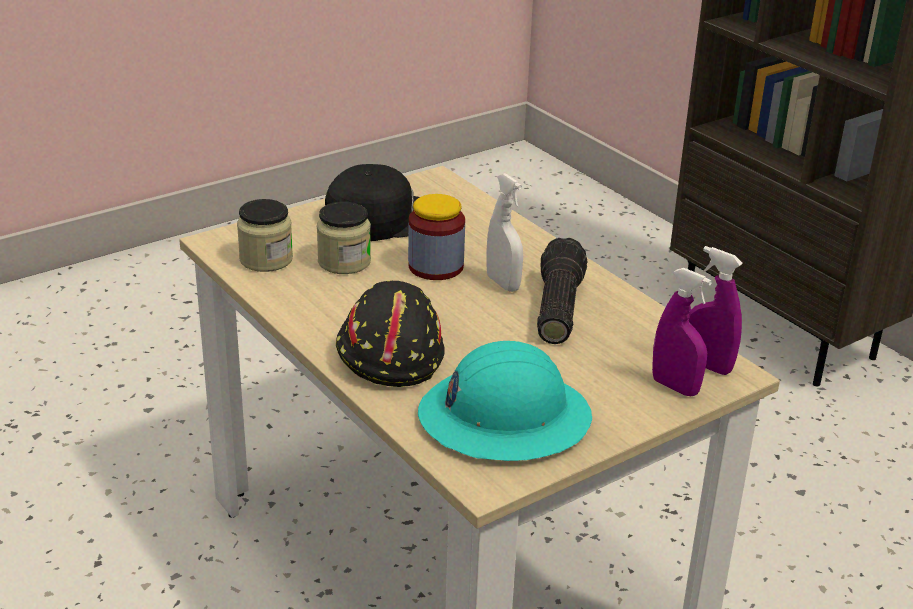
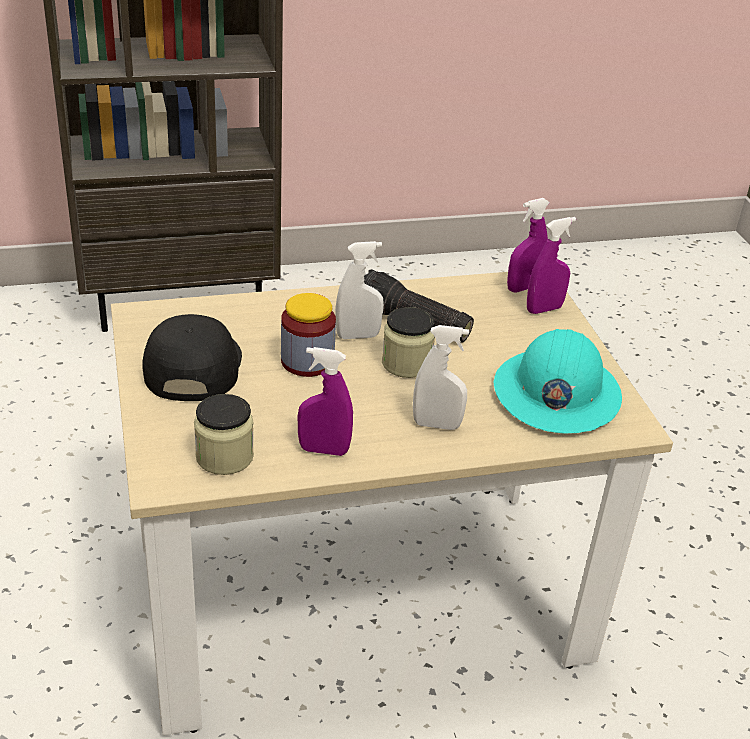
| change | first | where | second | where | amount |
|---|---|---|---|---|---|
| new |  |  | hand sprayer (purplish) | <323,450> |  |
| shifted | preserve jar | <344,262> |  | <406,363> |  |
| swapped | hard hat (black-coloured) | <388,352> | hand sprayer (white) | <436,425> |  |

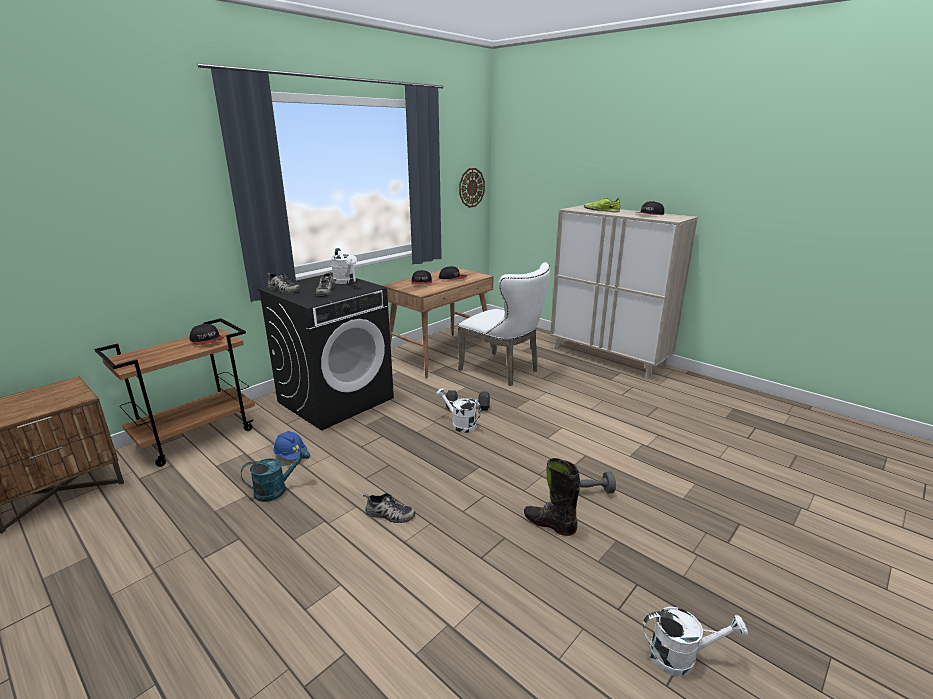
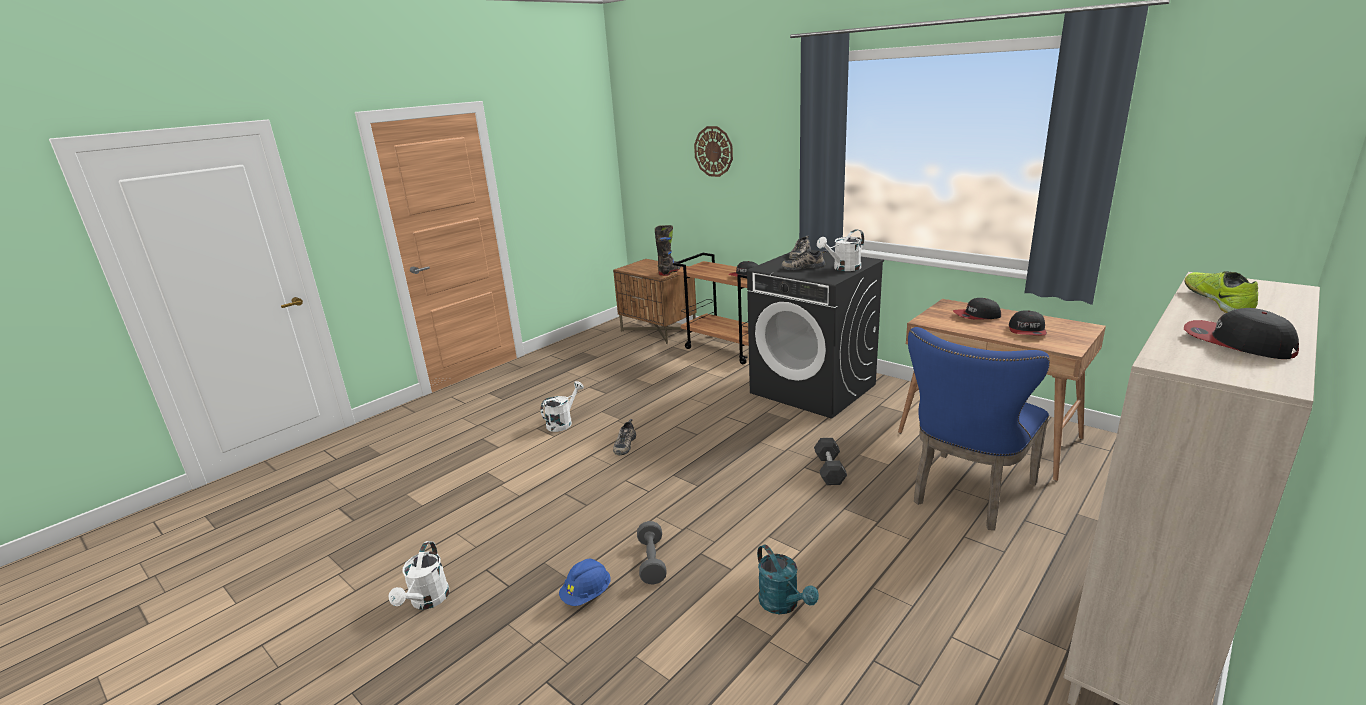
| change | first | where | second | where | amount |
|---|---|---|---|---|---|
| shifted | watering pot (blue-green) | <276,490> |  | <783,605> |  |
| shifted | hard hat (blue-coloured) | <291,455> |  | <587,595> |  |
| shifted | watering pot (white) | <460,424> |  | <563,422> |  |
| shifted | clock on the wall | <471,187> |  | <713,151> |  |
| shifted | boot (black-coloured) | <549,524> |  | <670,272> |  |
| repainted | plain chair (white) | <504,370> | plain chair (blue-coloured) | <968,495> |  |

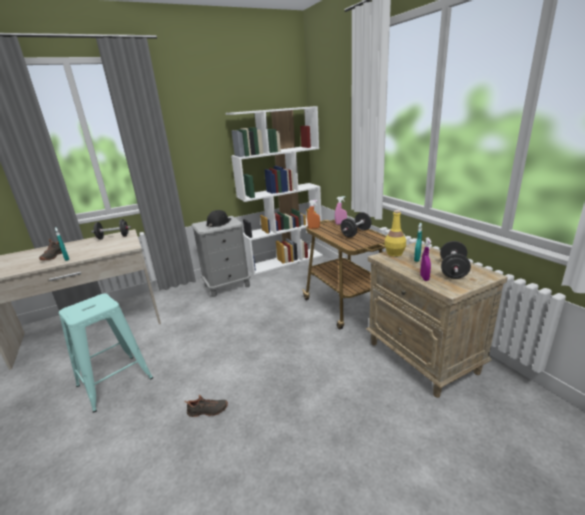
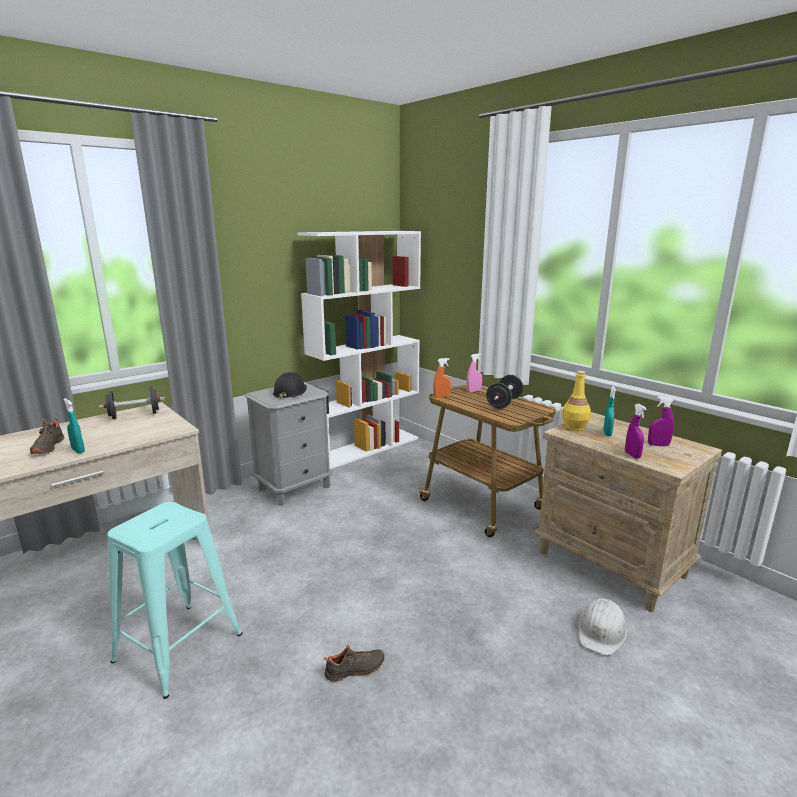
| change | first | where | second | where | amount |
|---|---|---|---|---|---|
| new |  |  | hard hat (white) | <602,631> |  |
| swapped | dumbbell (black-coloured) | <453,270> | hand sprayer (purplish) | <658,445> |  |

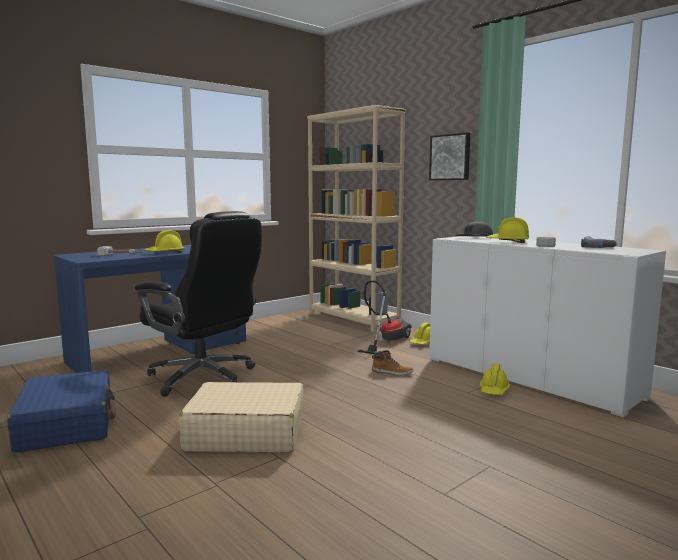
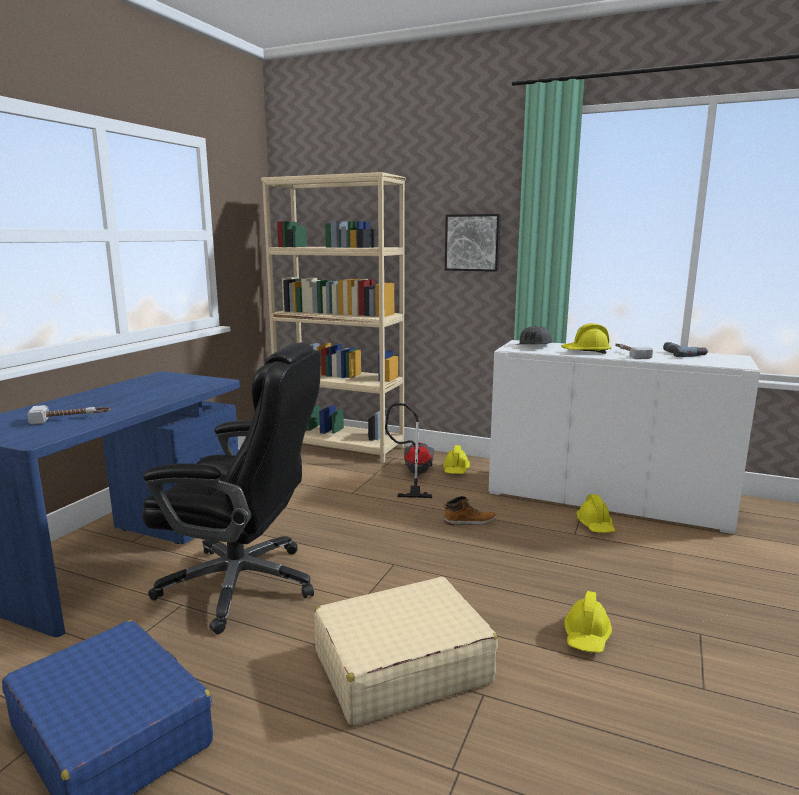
| change | first | where | second | where | amount |
|---|---|---|---|---|---|
| shifted | hard hat (yellow) | <165,253> |  | <586,636> |  |

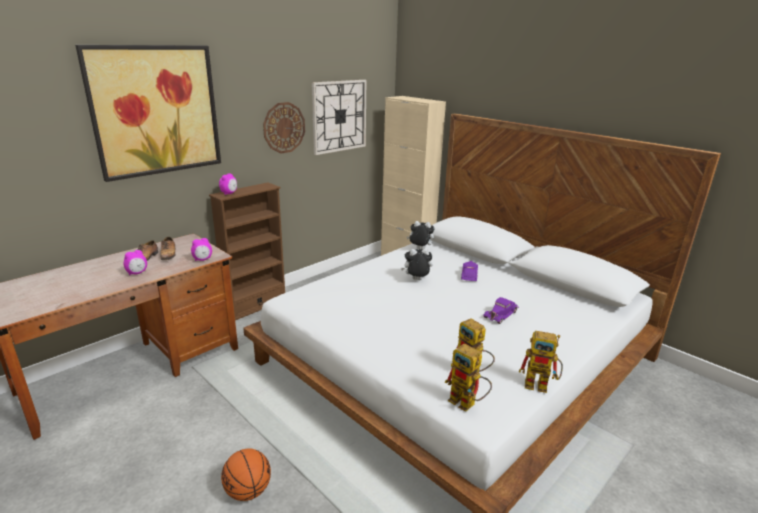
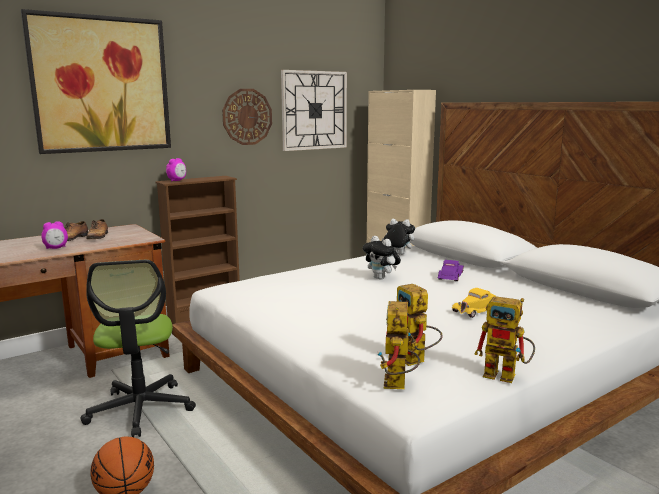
| change | first | where | second | where | amount |
|---|---|---|---|---|---|
| gone | table clock | <202,259> |  |  |  |
| new |  |  | office chair | <140,409> |  |
| repainted | toy car (purplish) | <501,314> | toy car (yellow) | <477,309> |  |
| rotated | soft toy | <416,280> |  | <381,278> | 135 degrees counterclockwise |
| rotated | toy robot | <467,403> |  | <398,386> | 45 degrees clockwise |

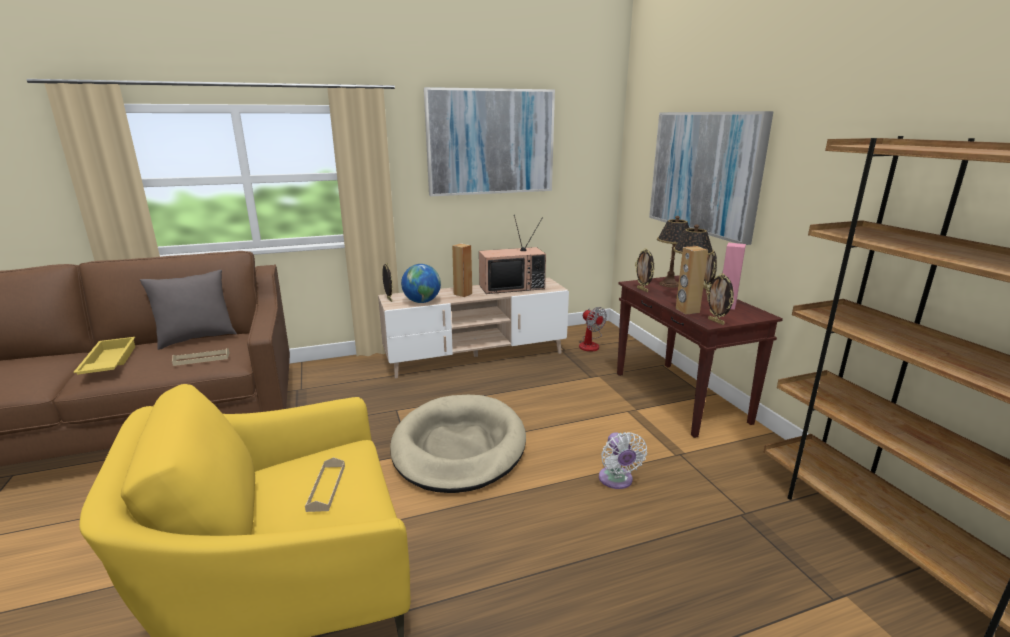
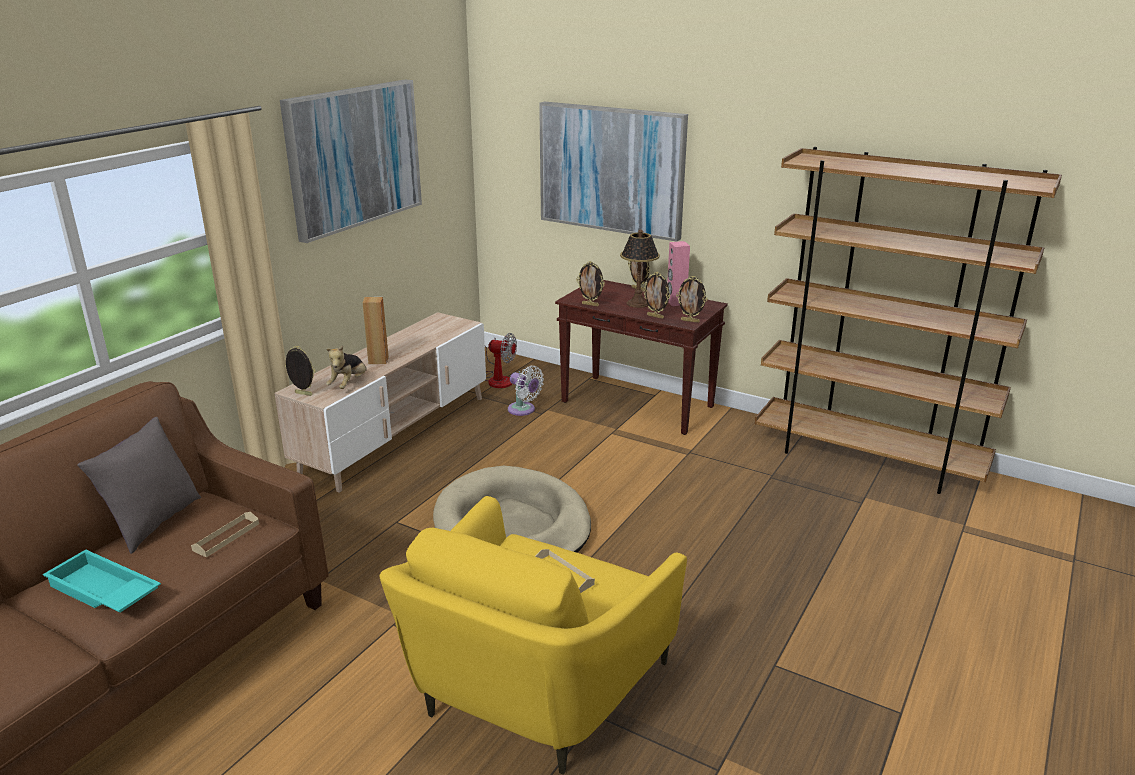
| change | first | where | second | where | amount |
|---|---|---|---|---|---|
| gone | TV | <512,286> |  |  |  |
| gone | lamp for a table | <669,284> |  |  |  |
| shifted | fan (white) | <616,480> |  | <523,410> |  |
| swapped | globe | <422,302> | soft toy | <349,384> |  |
| swapped | speaker (brown) | <687,310> | photo frame | <655,316> |  |
| repainted | serving tray (yellow) | <108,362> | serving tray (blue-green) | <102,592> |  |

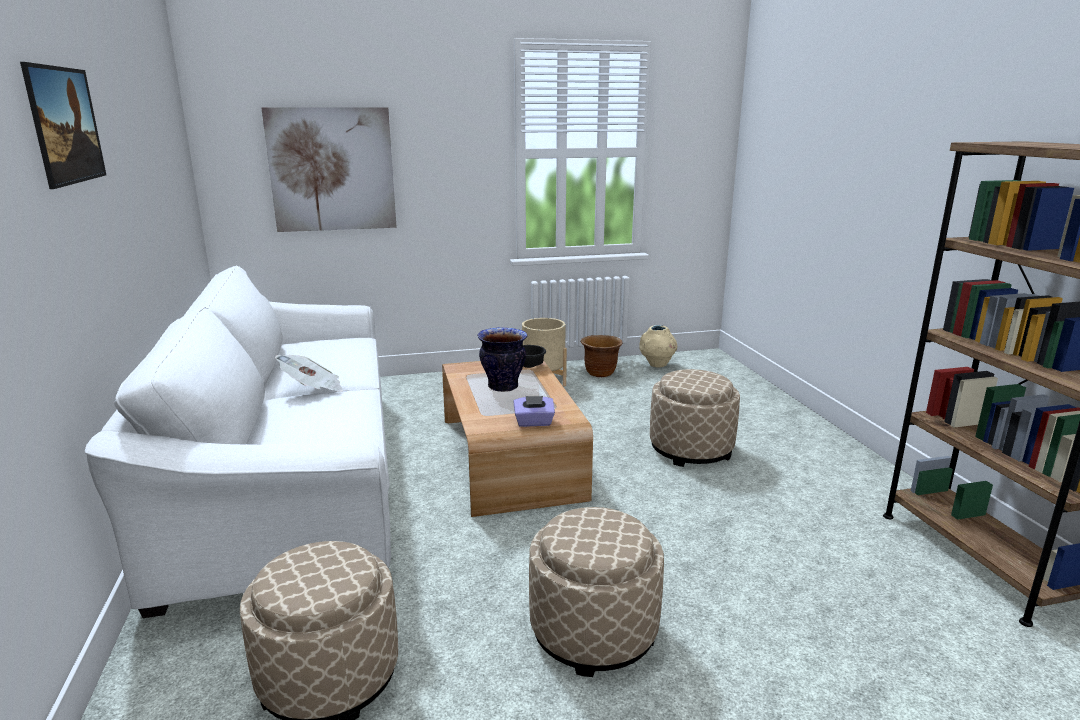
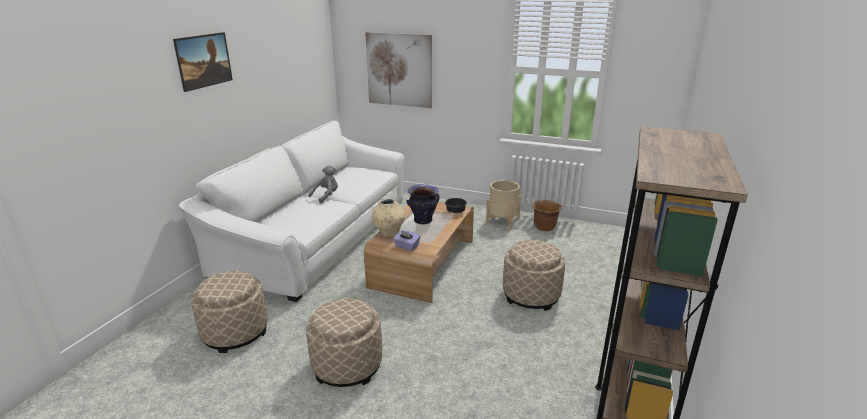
| change | first | where | second | where | amount |
|---|---|---|---|---|---|
| shifted | flower vase (beige-coloured) | <657,365> |  | <389,233> |  |
| swapped | printed paper | <313,389> | soft toy (grey) | <326,196> |  |

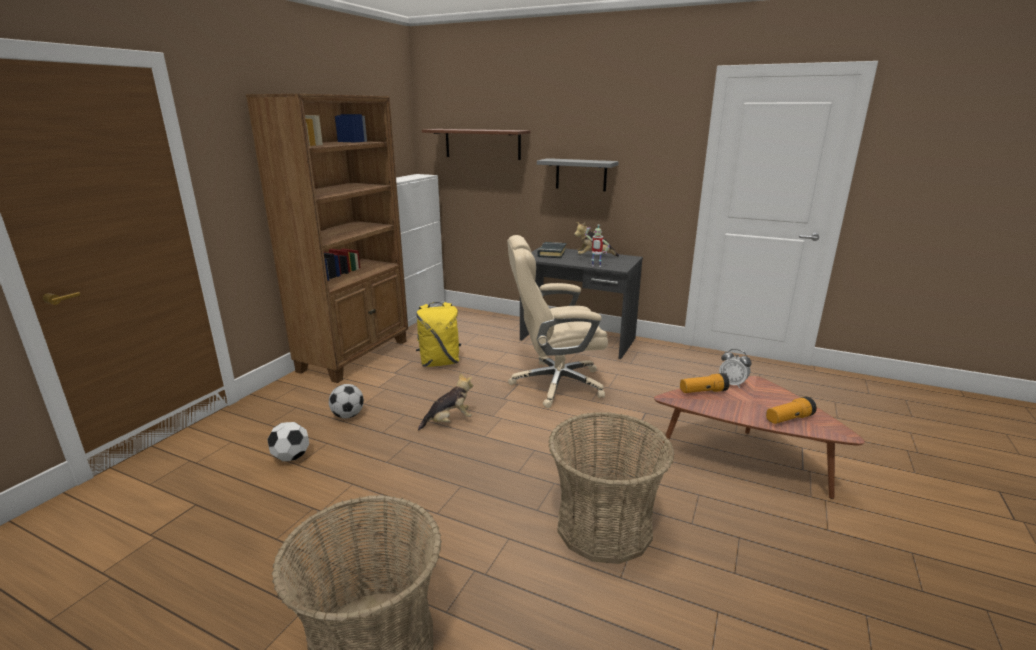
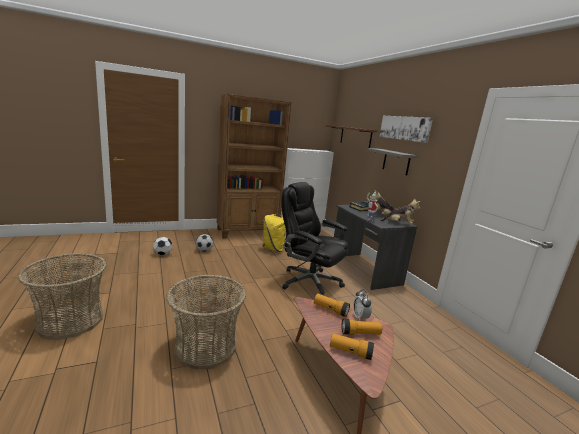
| change | first | where | second | where | amount |
|---|---|---|---|---|---|
| new |  |  | torch | <360,333> |  |
| new |  |  | wall picture | <404,128> |  |
| shifted | soft toy | <449,421> |  | <399,224> |  |
| repainted | office chair (beige-coloured) | <555,384> | office chair (black-coloured) | <309,282> |  |

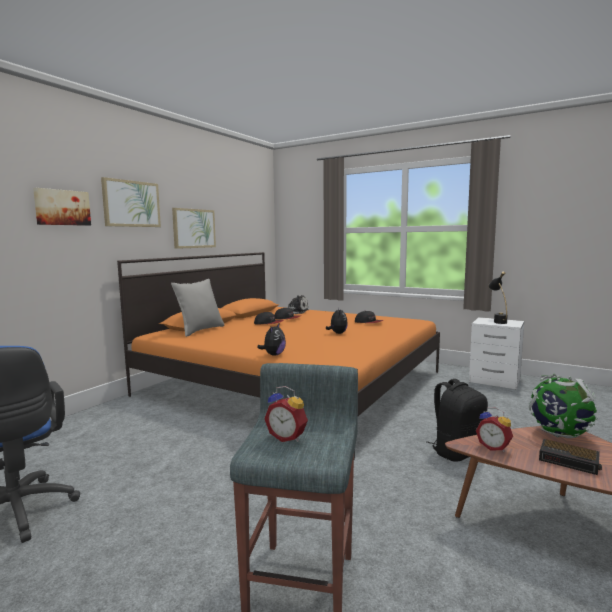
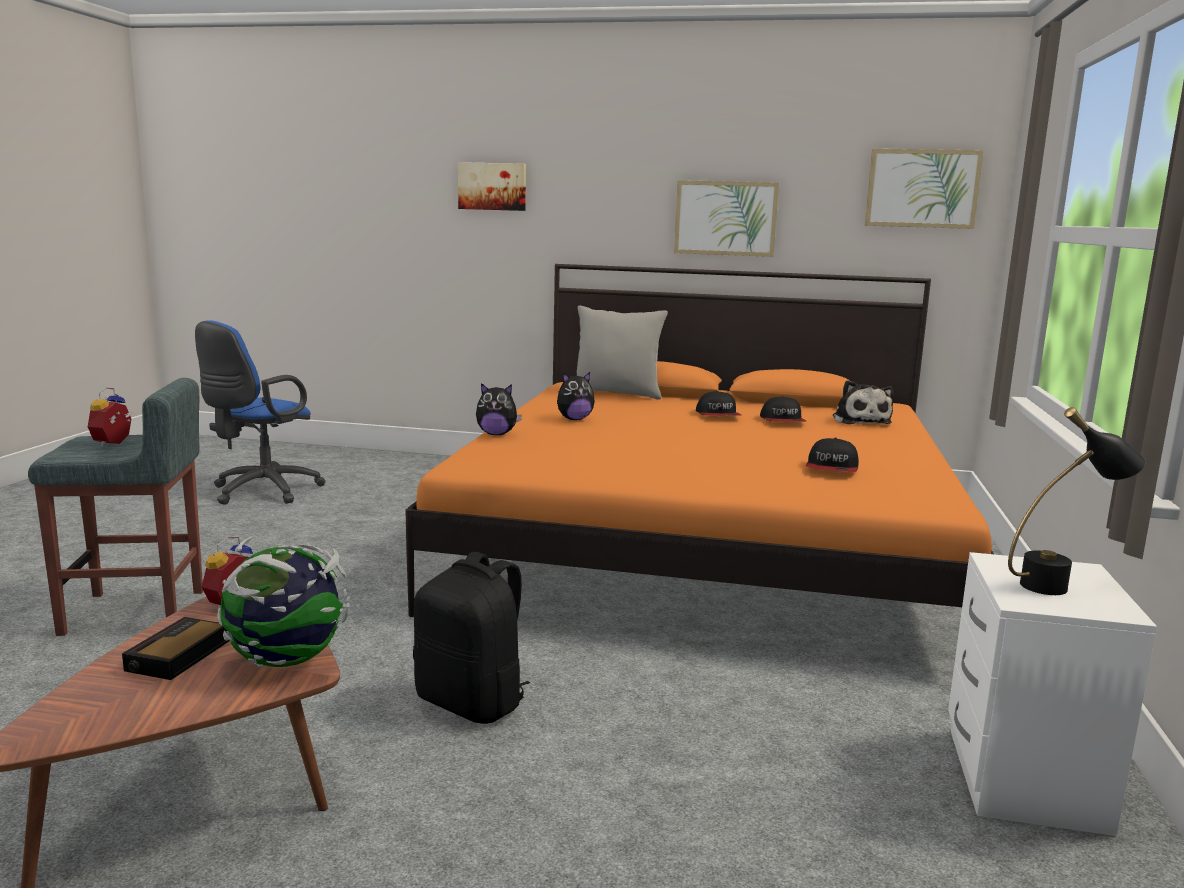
| change | first | where | second | where | amount |
|---|---|---|---|---|---|
| shifted | wall picture | <131,204> |  | <922,188> |  |
| shifted | soft toy | <337,333> |  | <574,419> |  |

